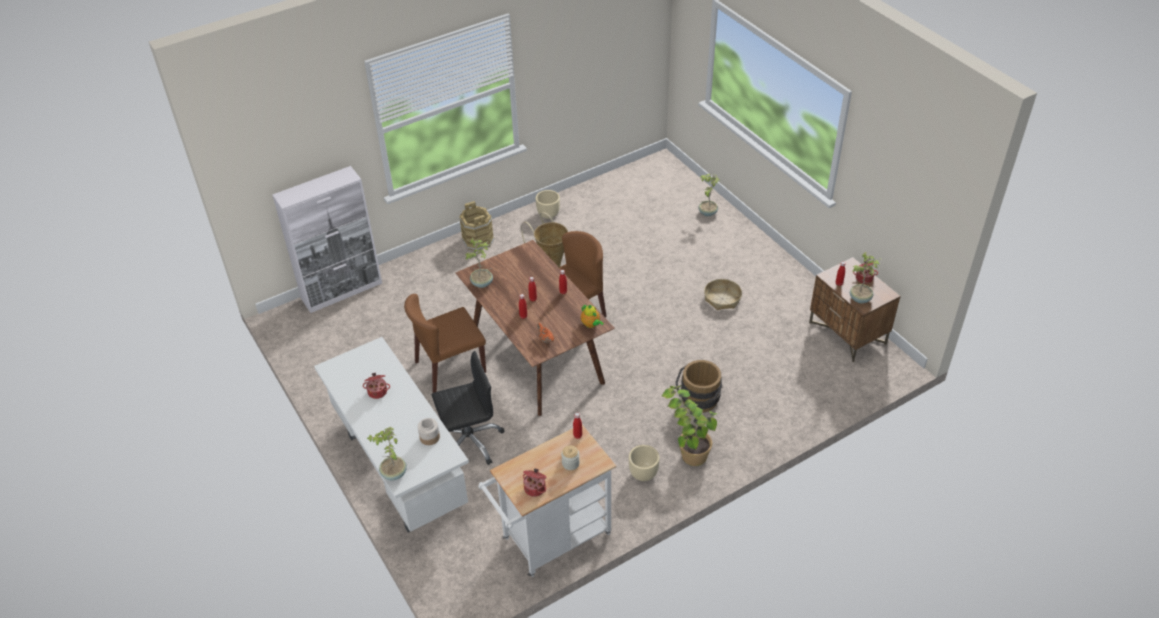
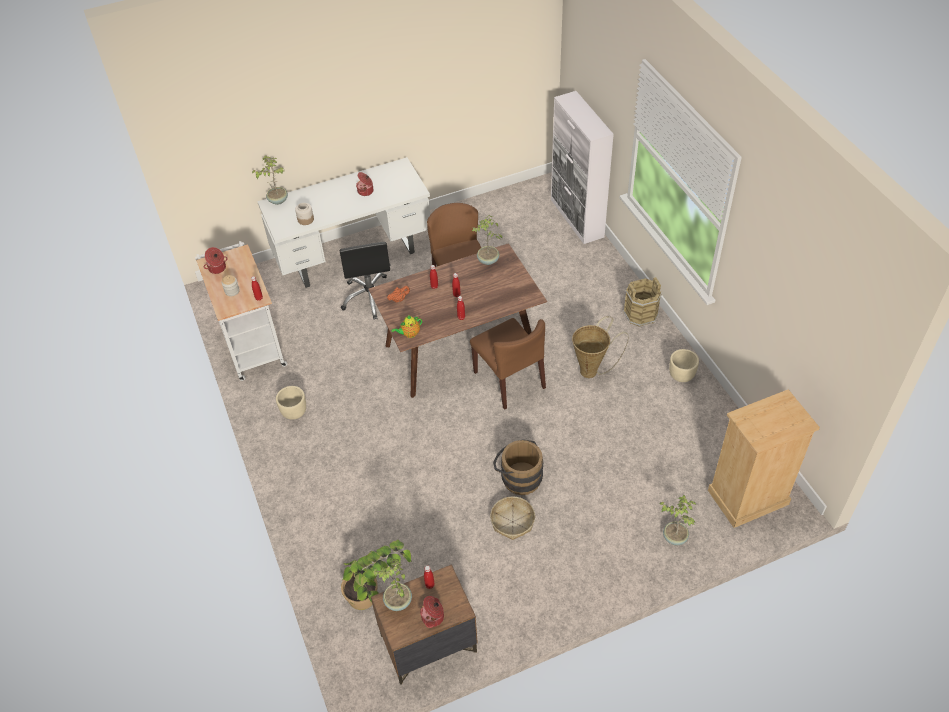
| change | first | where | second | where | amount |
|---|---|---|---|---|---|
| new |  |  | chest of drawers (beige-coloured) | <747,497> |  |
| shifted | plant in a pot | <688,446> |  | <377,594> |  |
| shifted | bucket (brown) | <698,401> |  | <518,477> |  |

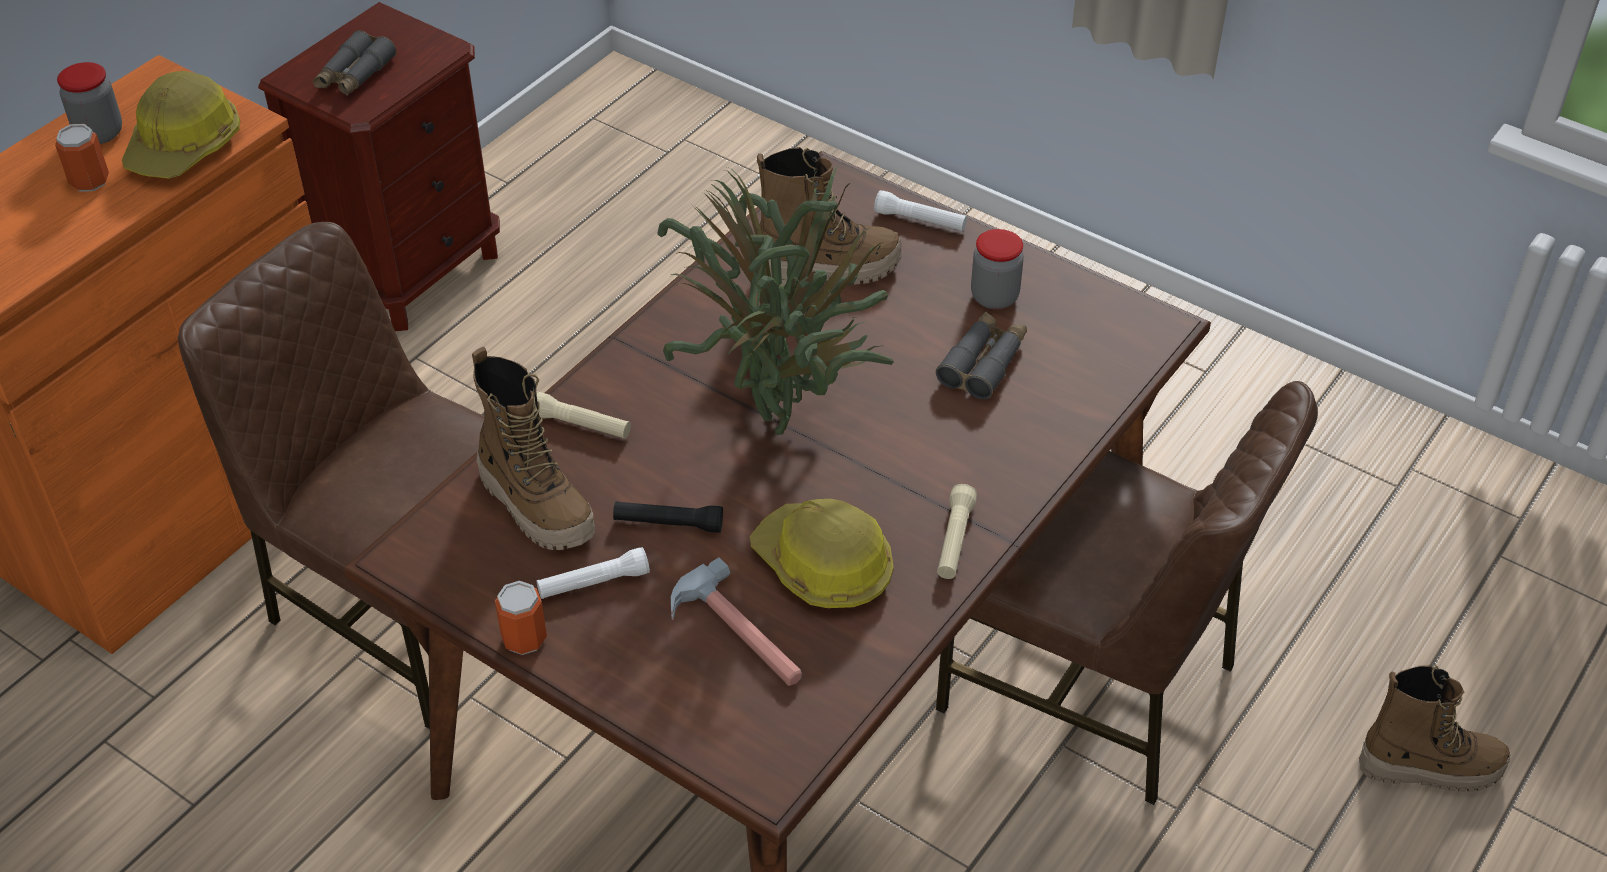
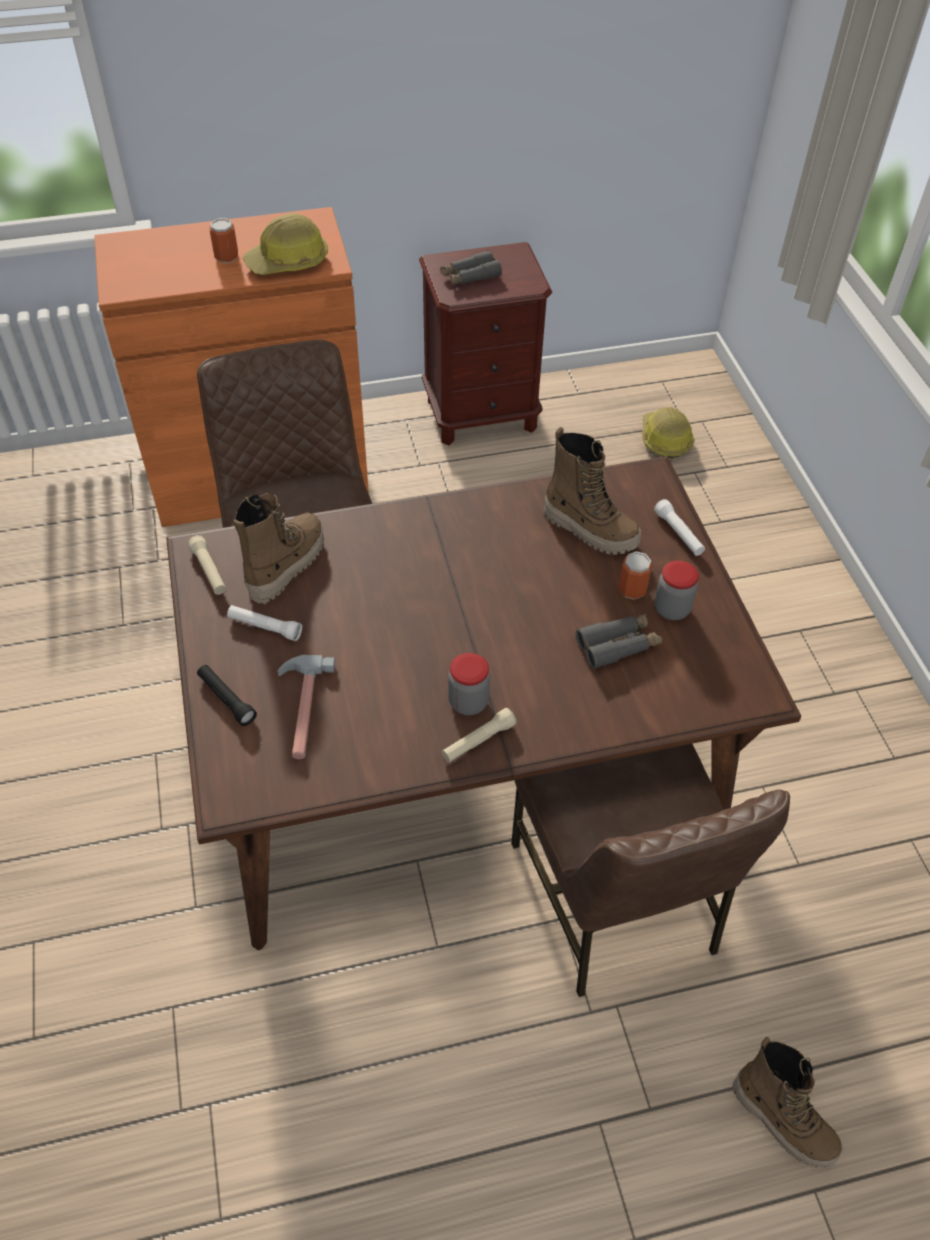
| change | first | where | second | where | amount |
|---|---|---|---|---|---|
| gone | plant in a pot | <783,408> |  |  |  |
| shifted | preserve jar | <99,133> |  | <468,702> |  |
| shifted | sealed can | <524,639> |  | <632,589> |  |
| shifted | torch (beige-coloured) | <581,425> |  | <209,571> |  |
| shifted | torch (black-coloured) | <668,523> |  | <226,699> |  |
| shifted | hard hat | <823,566> |  | <664,439> |  |
| rotated | boot | <537,505> |  | <285,565> | 150 degrees counterclockwise |

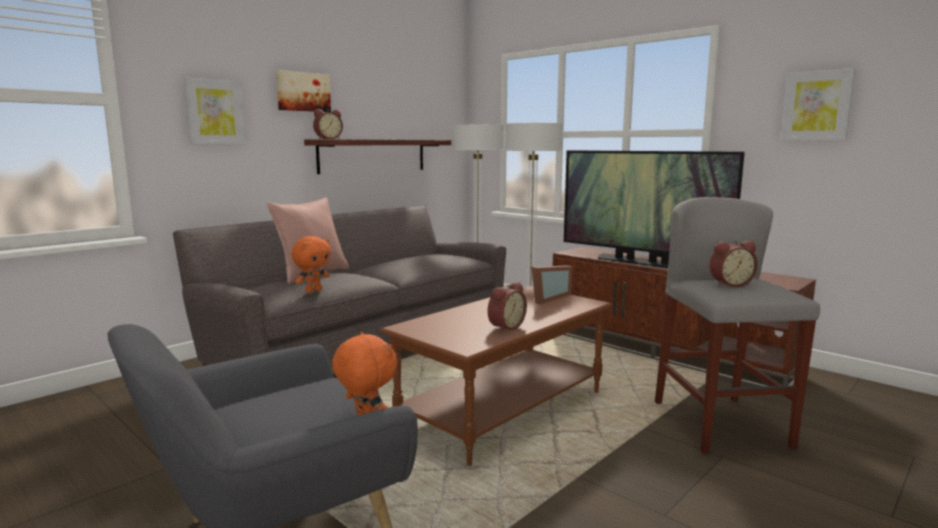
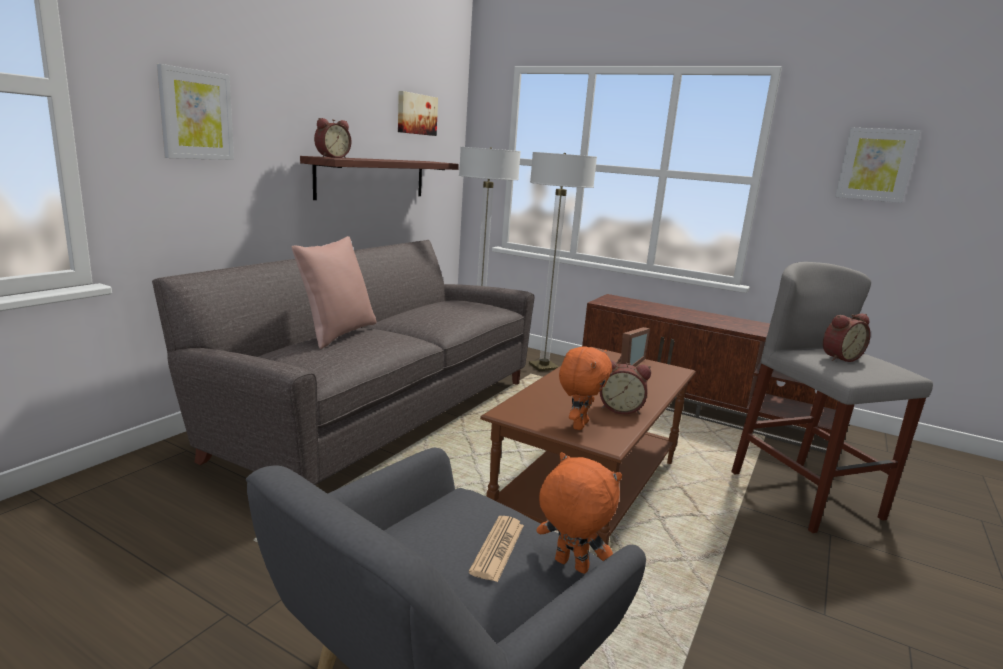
| change | first | where | second | where | amount |
|---|---|---|---|---|---|
| gone | TV | <641,262> |  |  |  |
| new |  |  | printed paper | <497,548> |  |
| shifted | wall picture | <303,92> |  | <416,114> |  |
| shifted | soft toy (orange) | <313,291> |  | <578,425> |  |
| rotated | table clock | <505,327> |  | <620,409> | 75 degrees clockwise |

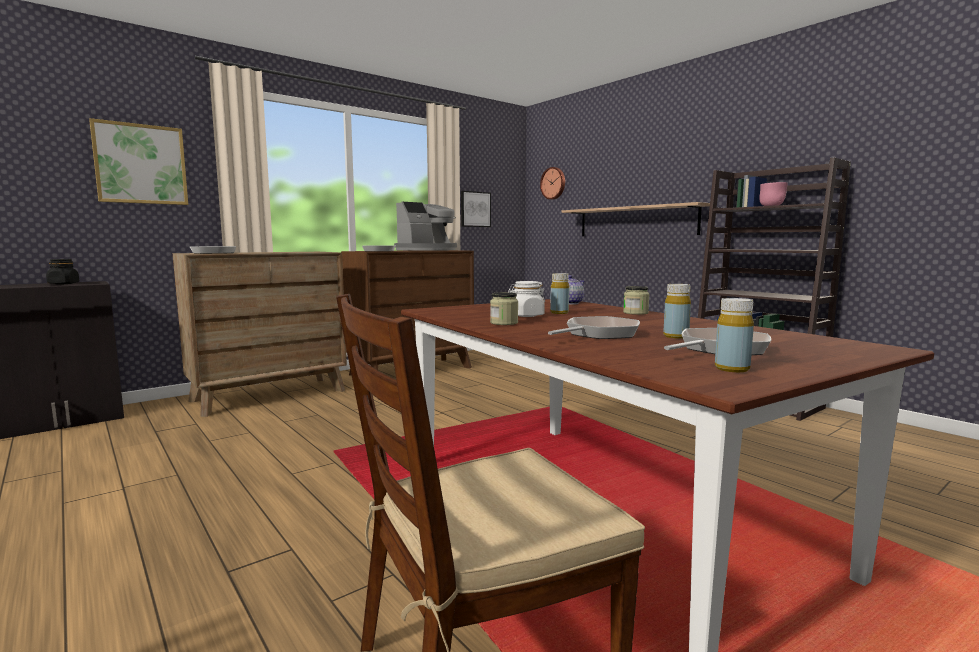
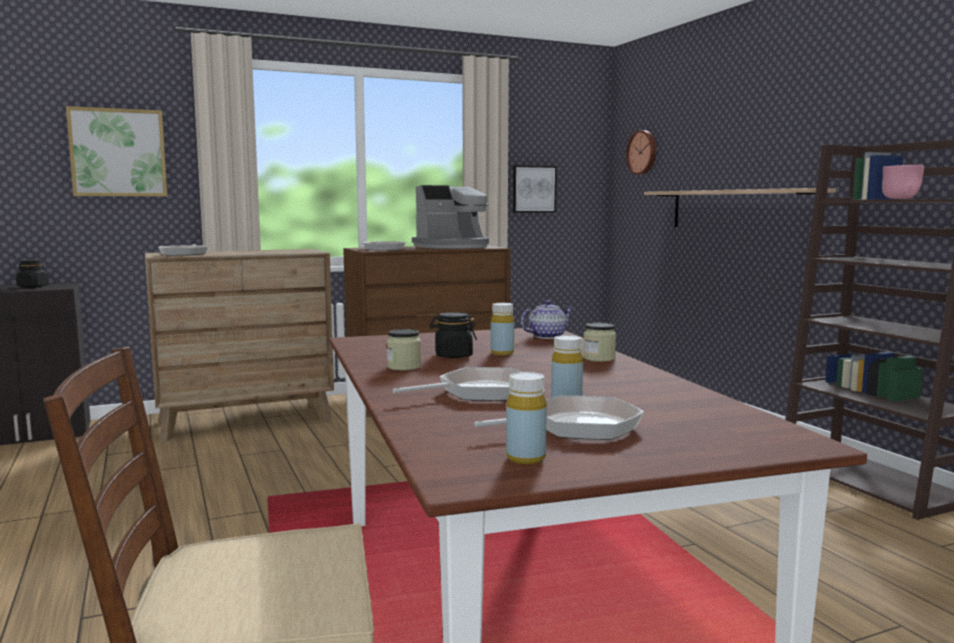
| change | first | where | second | where | amount |
|---|---|---|---|---|---|
| repainted | preserve jar (white) | <526,315> | preserve jar (black-coloured) | <453,356> |  |

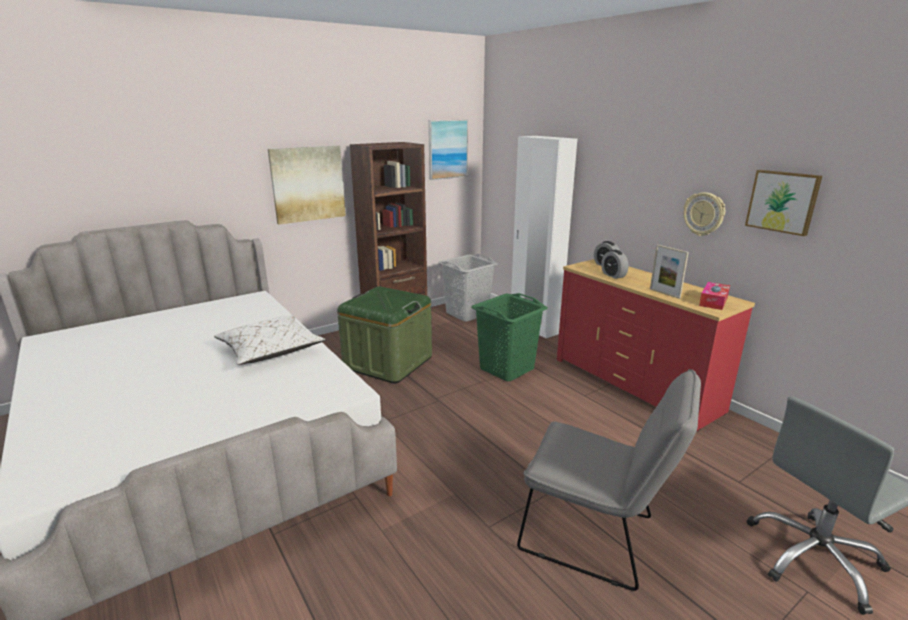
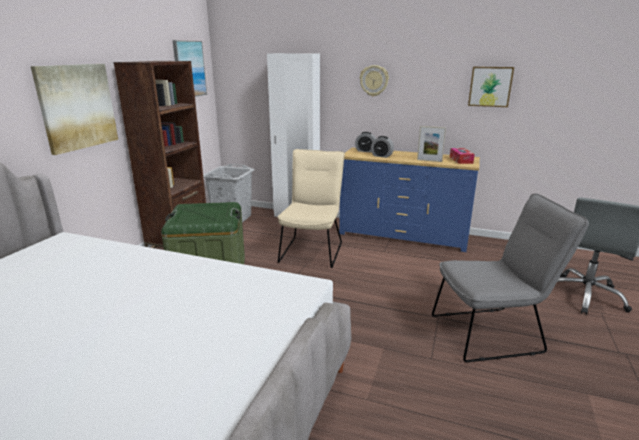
| change | first | where | second | where | amount |
|---|---|---|---|---|---|
| gone | pillow (white) | <270,351> |  |  |  |
| shifted | clock on the wall | <704,214> |  | <374,80> |  |
| swapped | laundry basket (green) | <507,369> | plain chair (beige-coloured) | <312,250> |  |
| repainted | chest of drawers (red-coloured) | <634,384> | chest of drawers (blue-coloured) | <403,235> |  |

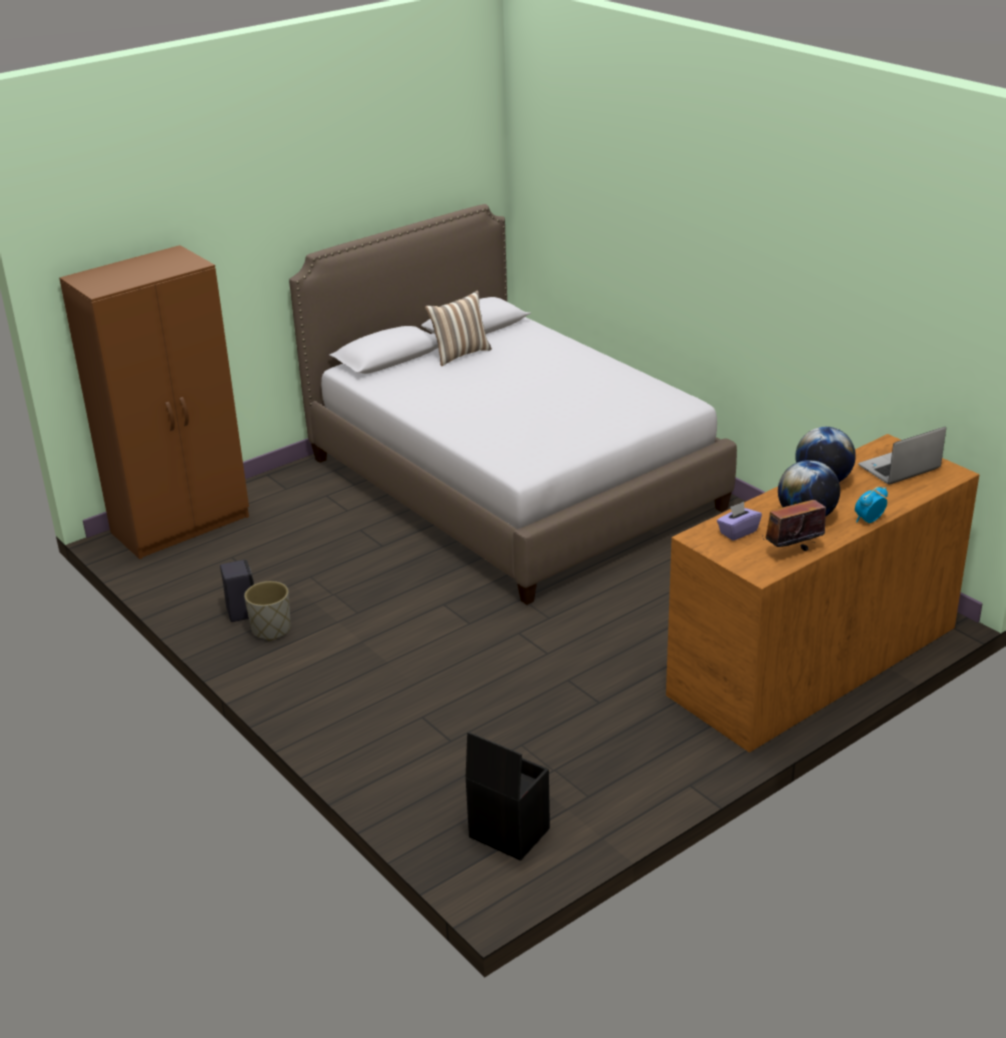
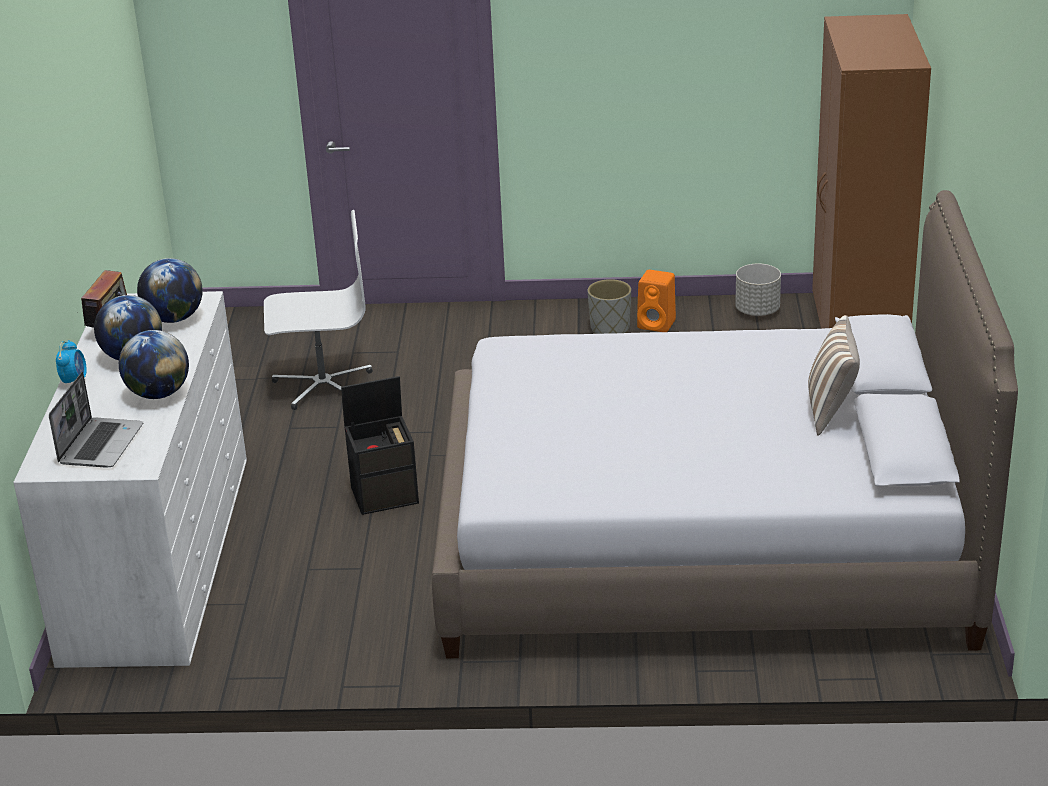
| change | first | where | second | where | amount |
|---|---|---|---|---|---|
| new |  |  | office chair (white) | <322,385> |  |
| new |  |  | flower pot (grey) | <757,311> |  |
| shifted | storage box (black-coloured) | <507,833> |  | <386,494> |  |
| swapped | box of tissues (purplish) | <738,532> | globe | <174,318> |  |
| repainted | speaker (black-coloured) | <242,611> | speaker (orange) | <658,324> |  |
| repainted | chest of drawers (brown) | <813,661> | chest of drawers (white) | <158,556> |  |

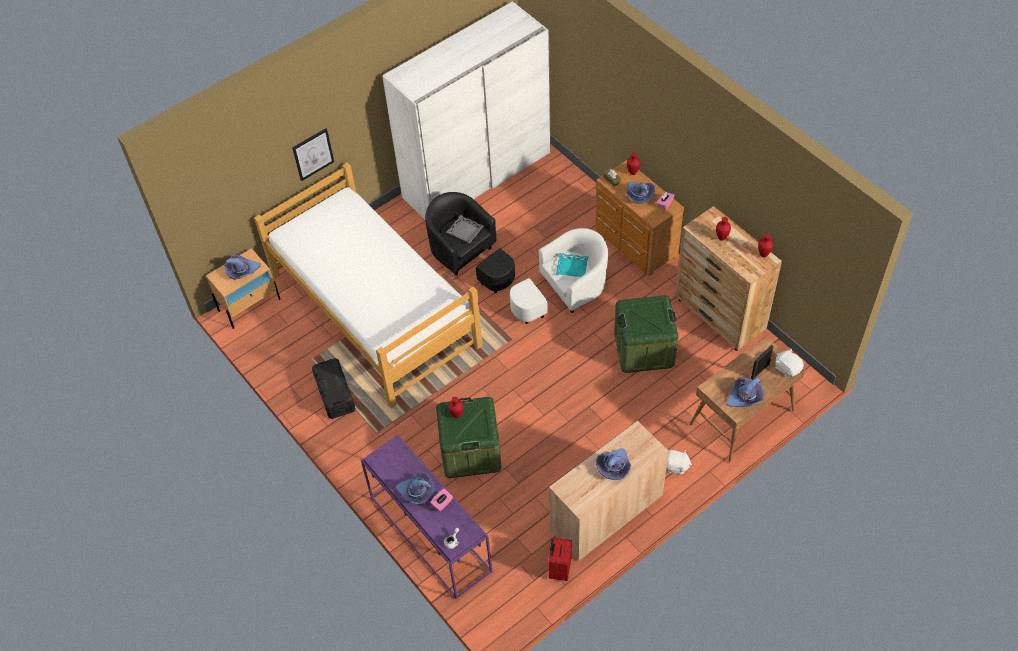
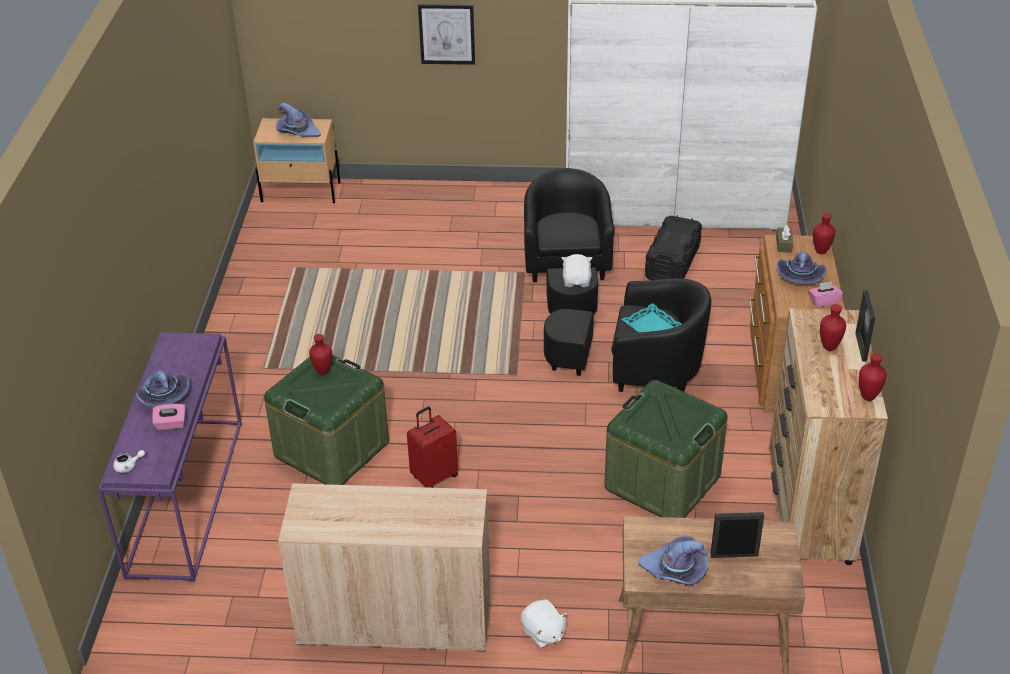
| change | first | where | second | where | amount |
|---|---|---|---|---|---|
| gone | sleeping bed | <375,309> |  |  |  |
| gone | serving tray (grey) | <465,231> |  |  |  |
| gone | wearable hat (purplish) | <614,467> |  |  |  |
| new |  |  | photo frame | <860,347> |  |
| shifted | storage box (black-coloured) | <335,394> |  | <672,262> |  |
| shifted | piece of luggage (red-coloured) | <559,569> |  | <434,476> |  |
| shifted | soft toy (white) | <787,368> |  | <577,281> |  |
| repainted | easy chair (white) | <564,293> | easy chair (black-coloured) | <634,367> |  |

